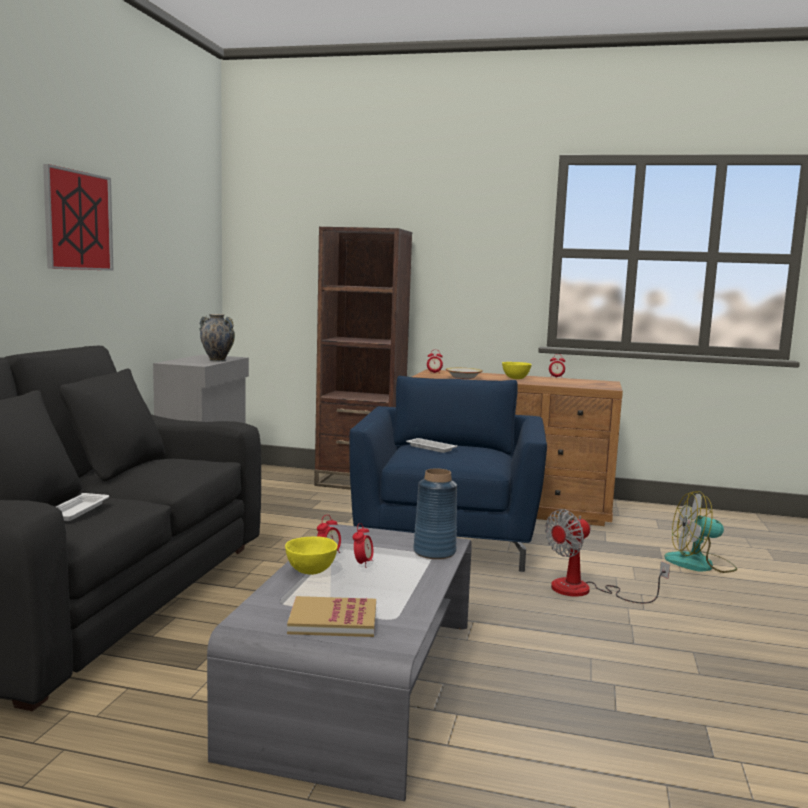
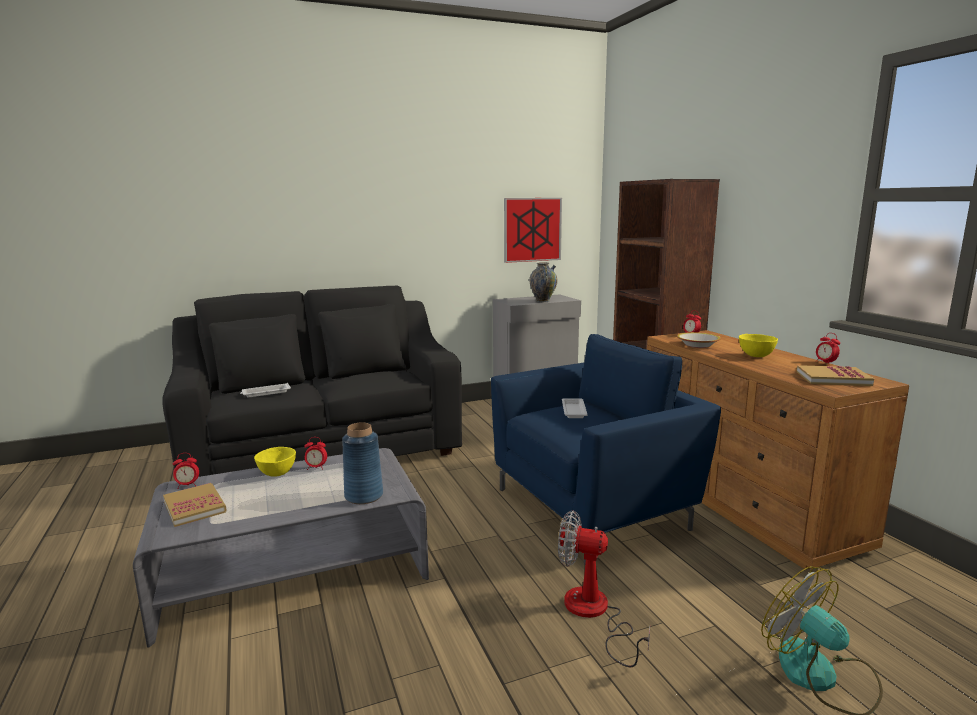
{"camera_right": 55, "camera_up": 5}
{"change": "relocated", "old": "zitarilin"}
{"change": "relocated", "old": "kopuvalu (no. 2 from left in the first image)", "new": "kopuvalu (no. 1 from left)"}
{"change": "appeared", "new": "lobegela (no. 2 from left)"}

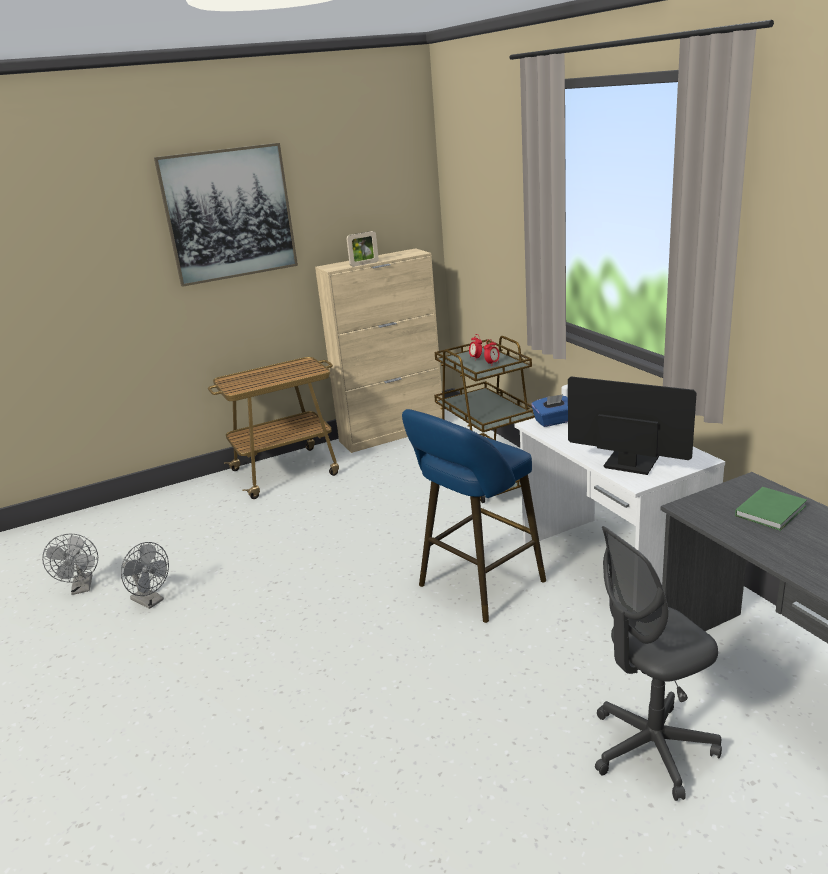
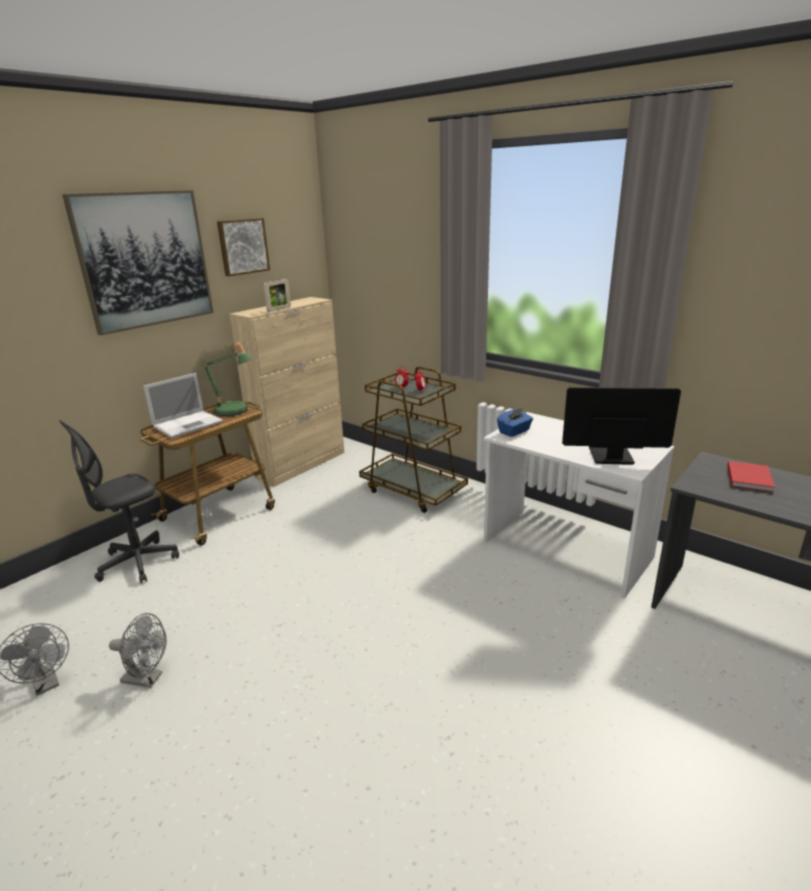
{"camera_right": -25, "camera_up": 0}
{"change": "missing", "old": "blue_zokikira"}
{"change": "colour", "old": "green_lobegela", "new": "red_lobegela"}
{"change": "relocated", "old": "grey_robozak"}
{"change": "appeared", "new": "zitarilin (no. 2 from left)"}
{"change": "appeared", "new": "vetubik"}
{"change": "appeared", "new": "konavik"}

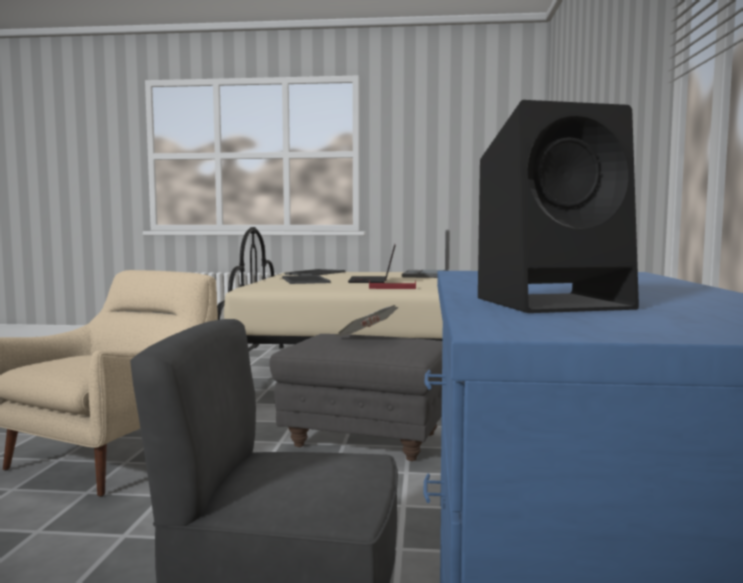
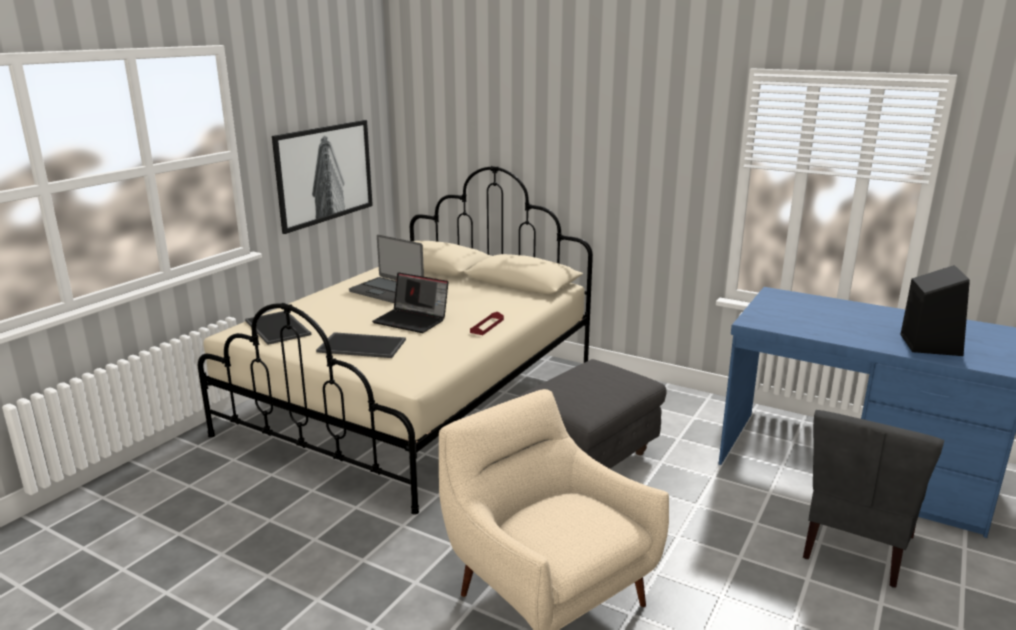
{"camera_right": -65, "camera_up": 15}
{"change": "missing", "old": "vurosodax"}
{"change": "appeared", "new": "zitarilin"}

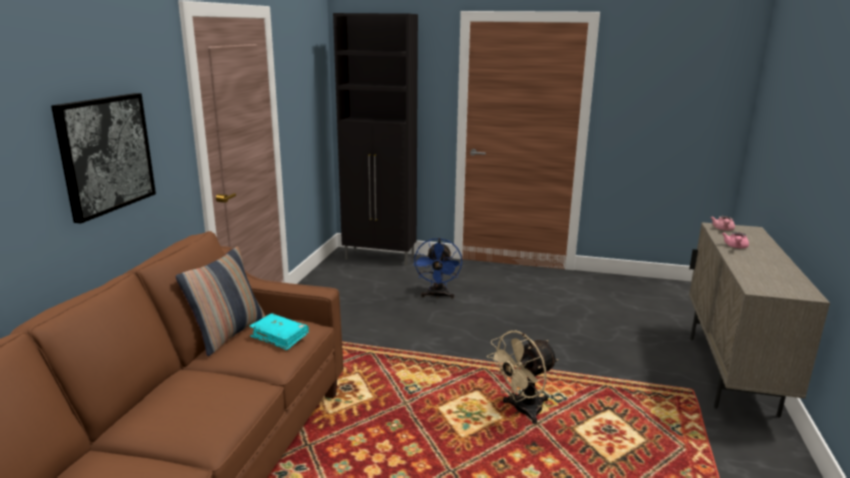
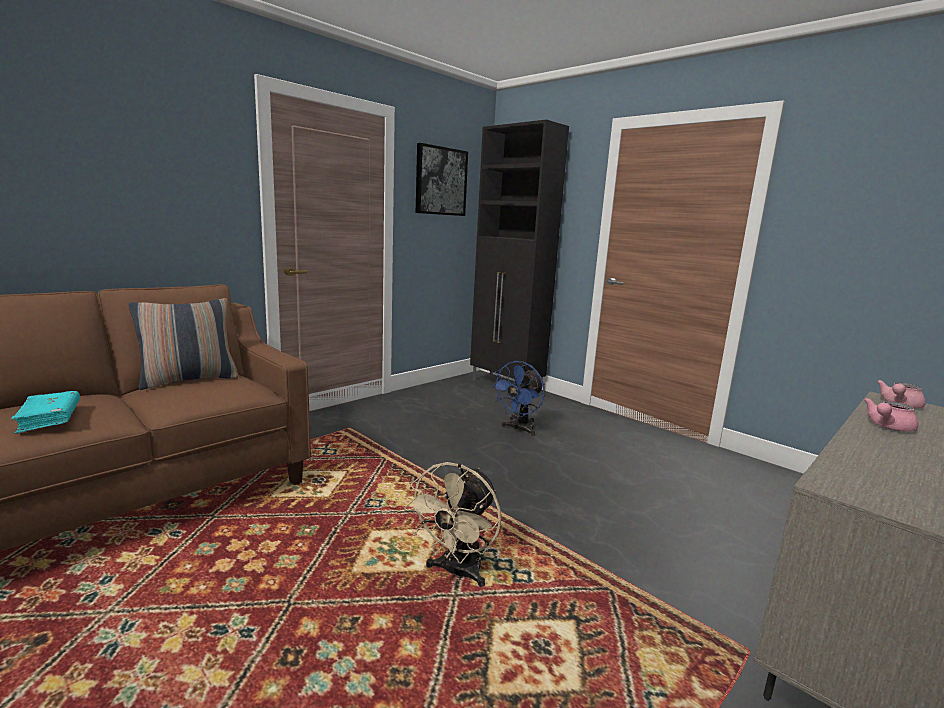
{"camera_right": 30, "camera_up": -5}
{"change": "relocated", "old": "zitarilin"}
{"change": "relocated", "old": "turquoise_lobegela"}
{"change": "spun", "old": "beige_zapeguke", "degrees": -60}

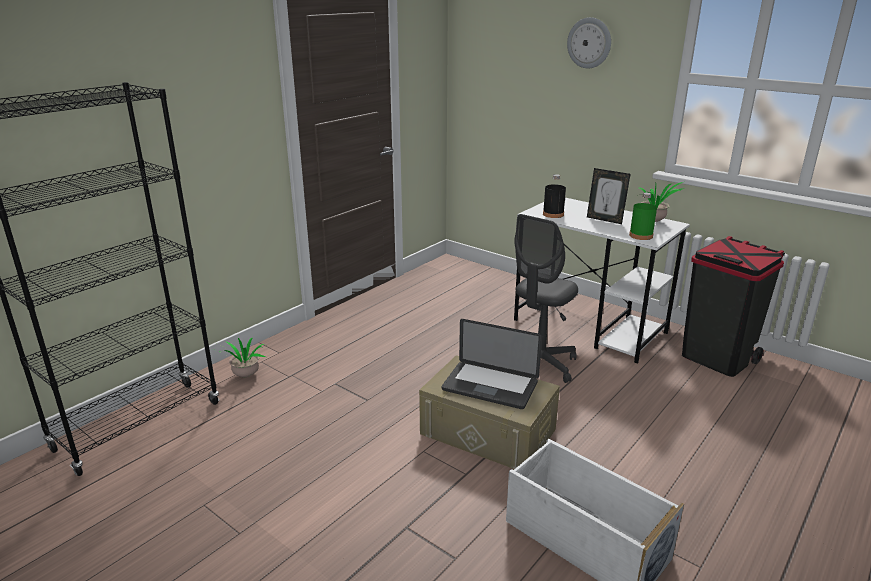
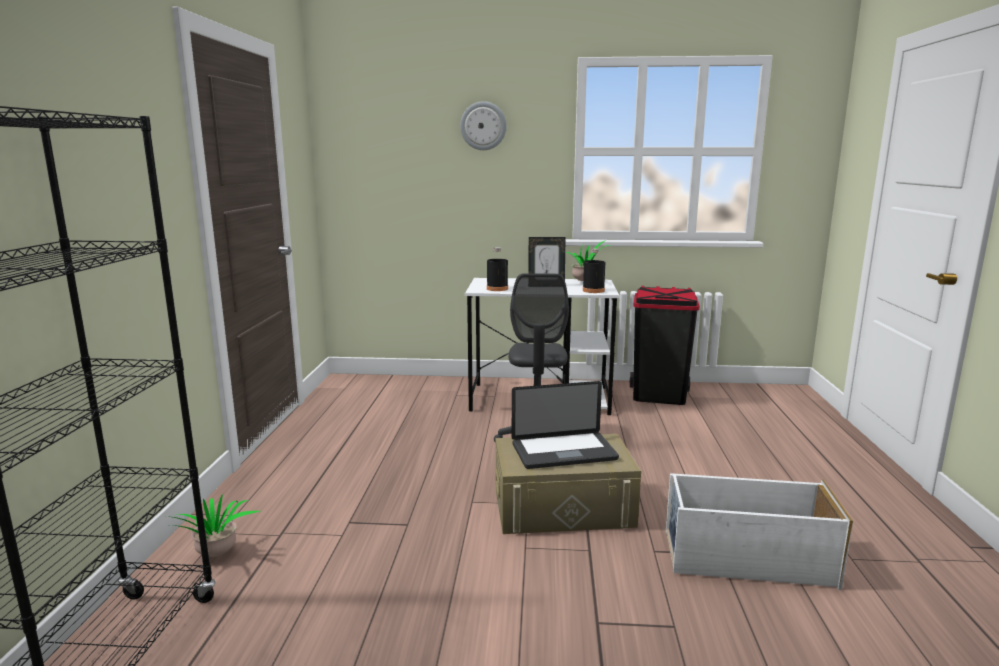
{"camera_right": -35, "camera_up": -10}
{"change": "colour", "old": "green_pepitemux", "new": "black_pepitemux (no. 2 from left)"}

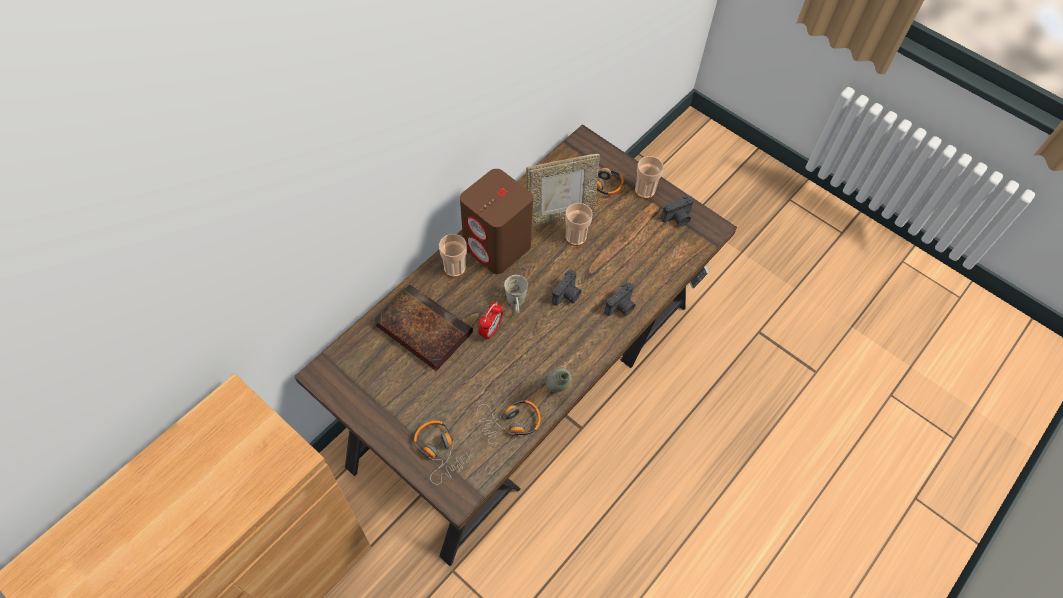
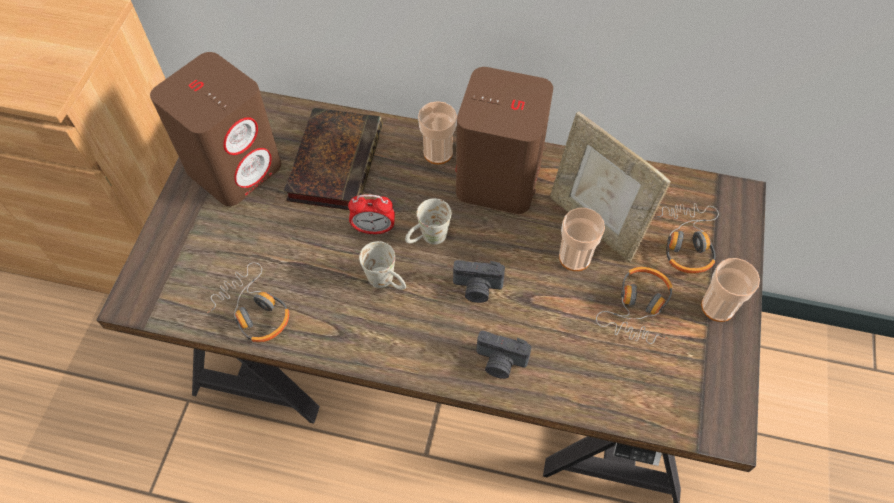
{"camera_right": 65, "camera_up": 0}
{"change": "missing", "old": "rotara (no. 3 from left)"}
{"change": "missing", "old": "grey_pepitemux"}
{"change": "relocated", "old": "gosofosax (no. 1 from left in the first image)", "new": "gosofosax (no. 2 from left)"}
{"change": "appeared", "new": "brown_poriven (no. 1 from left)"}
{"change": "appeared", "new": "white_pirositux (no. 1 from left)"}

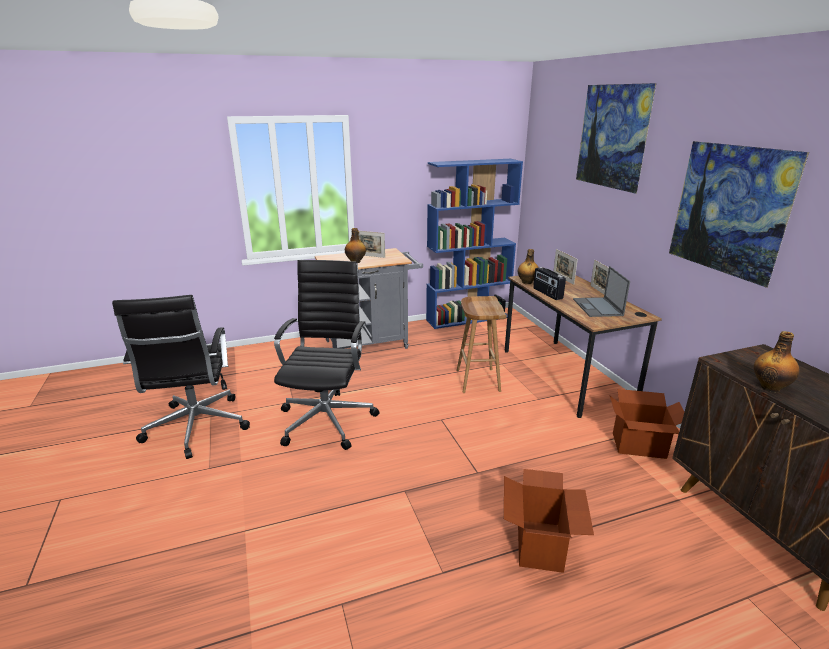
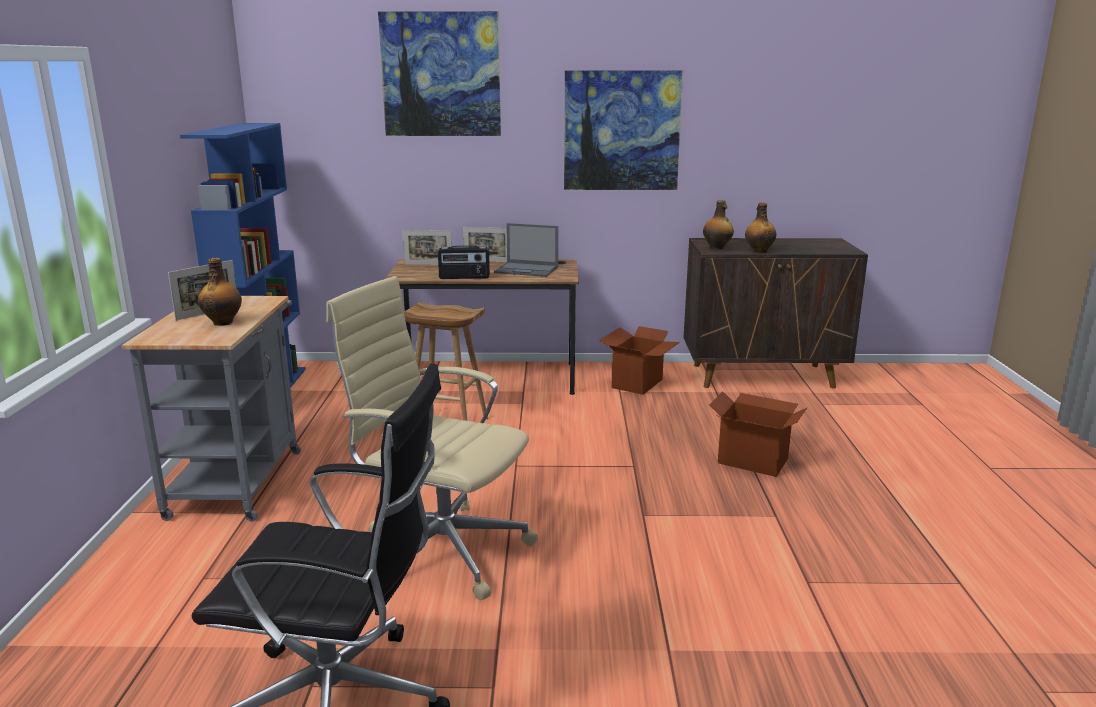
{"camera_right": -70, "camera_up": -5}
{"change": "relocated", "old": "pepitemux (no. 2 from left)"}
{"change": "colour", "old": "black_robozak (no. 2 from left)", "new": "beige_robozak"}

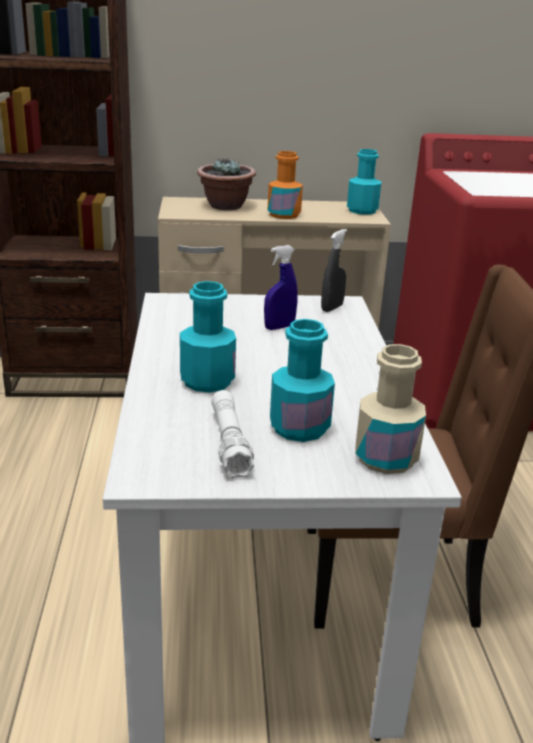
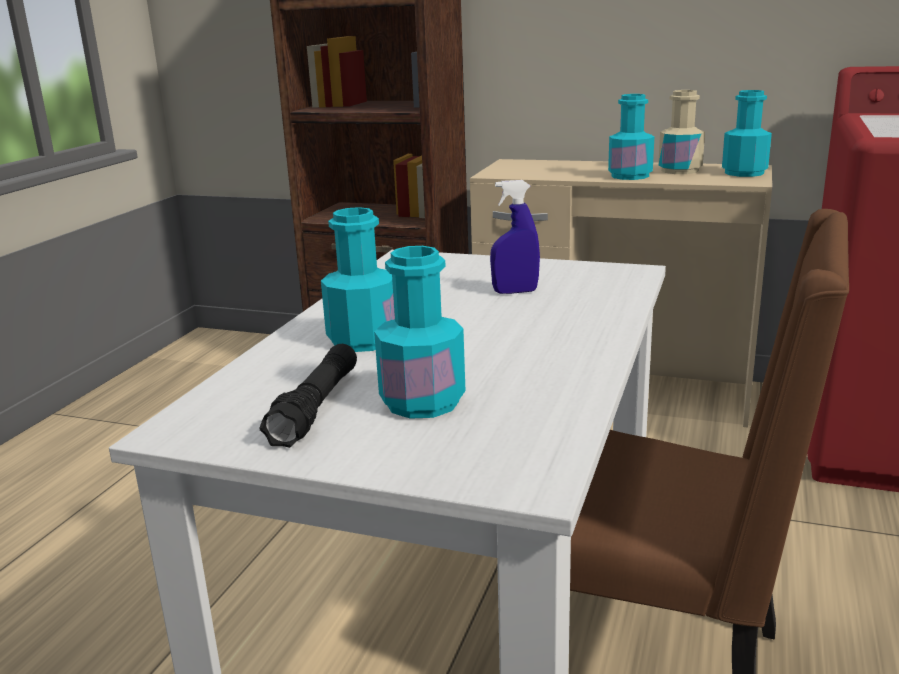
{"camera_right": 25, "camera_up": -5}
{"change": "colour", "old": "orange_pepitemux", "new": "turquoise_pepitemux (no. 3 from left)"}
{"change": "missing", "old": "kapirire"}
{"change": "missing", "old": "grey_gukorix"}
{"change": "relocated", "old": "beige_pepitemux"}
{"change": "colour", "old": "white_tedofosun", "new": "black_tedofosun"}

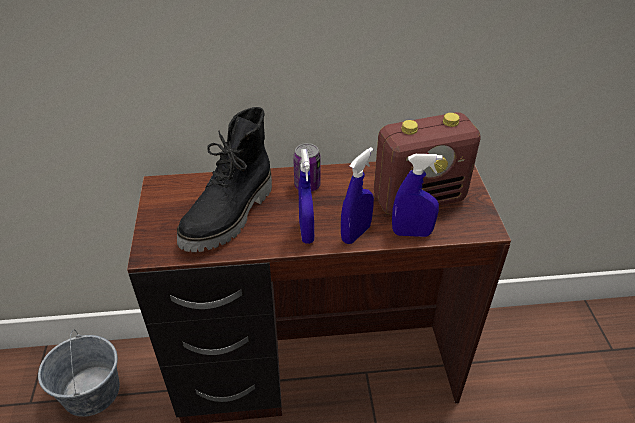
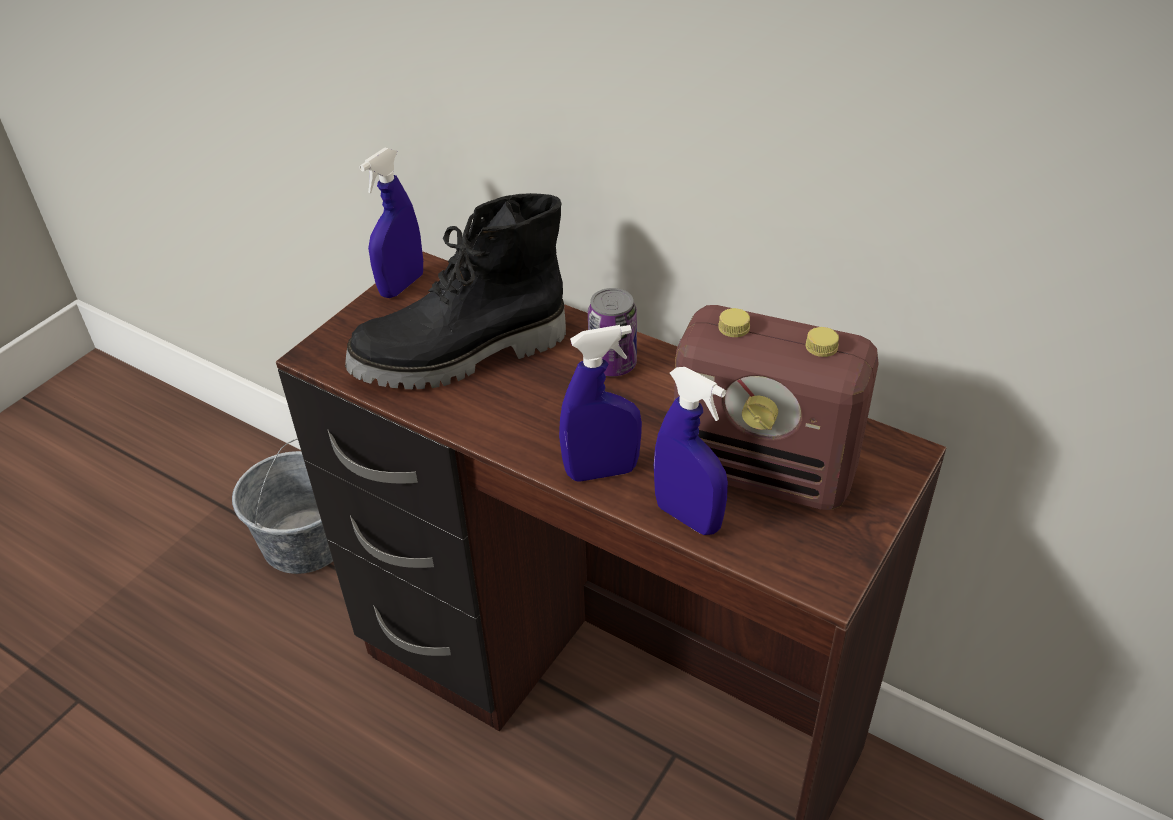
{"camera_right": 40, "camera_up": 0}
{"change": "relocated", "old": "blue_gukorix (no. 1 from left)"}

